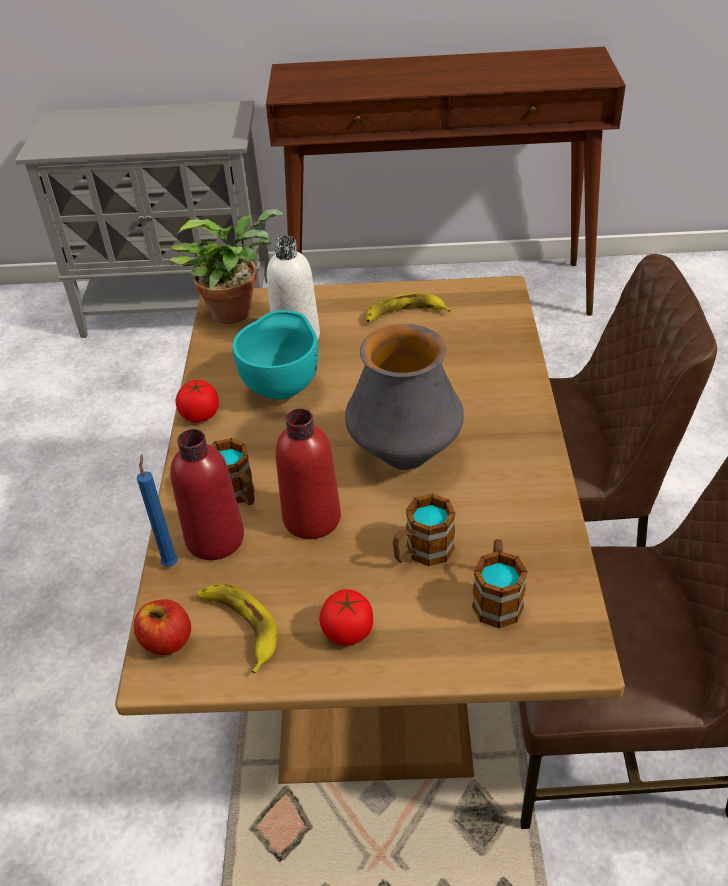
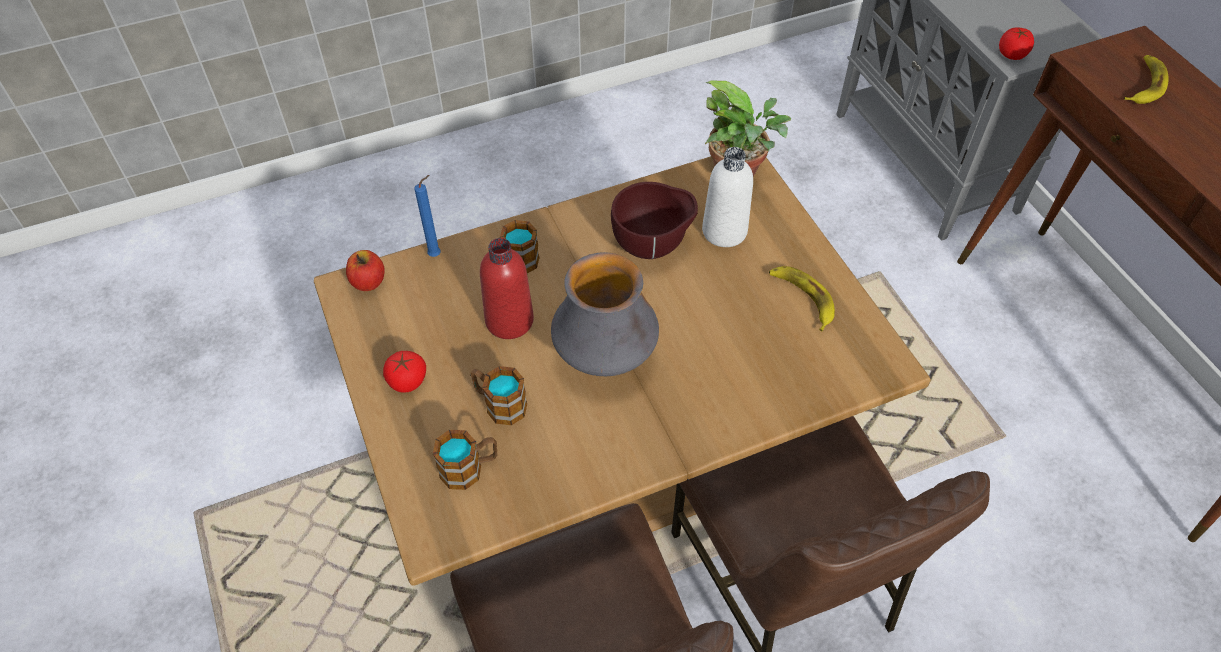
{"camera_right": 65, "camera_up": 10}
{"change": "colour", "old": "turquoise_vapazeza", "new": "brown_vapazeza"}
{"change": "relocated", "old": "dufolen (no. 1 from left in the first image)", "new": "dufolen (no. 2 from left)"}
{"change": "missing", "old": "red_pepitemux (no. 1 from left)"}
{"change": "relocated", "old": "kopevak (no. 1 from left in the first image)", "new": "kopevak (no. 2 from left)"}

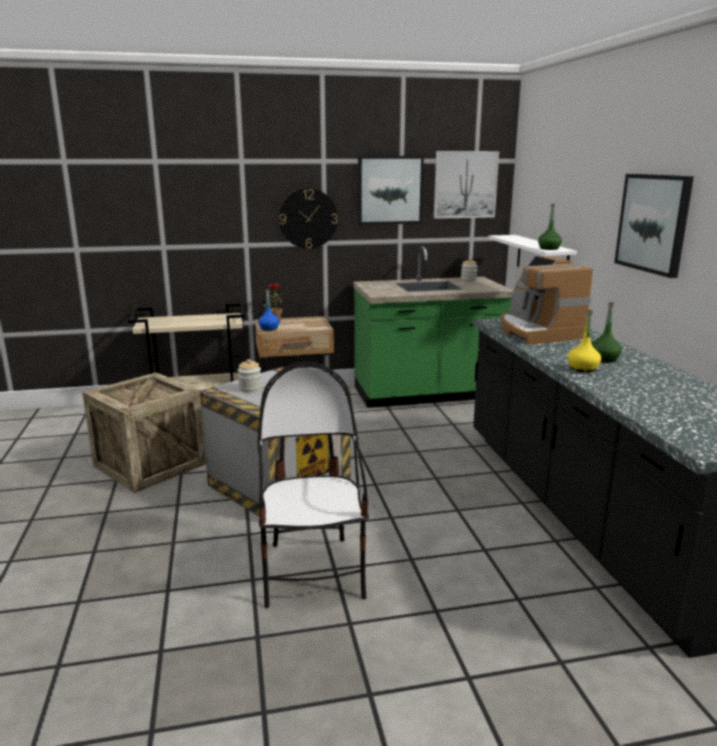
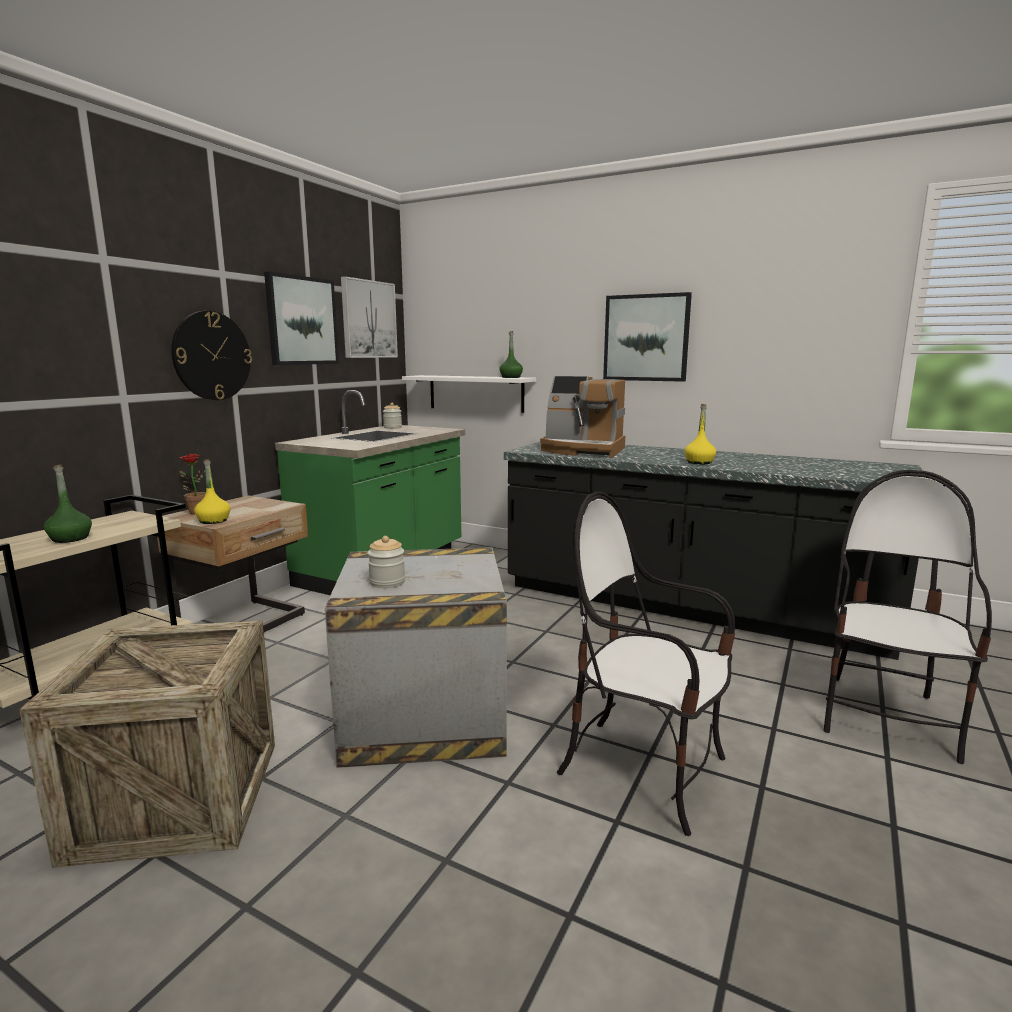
{"camera_right": -50, "camera_up": -5}
{"change": "colour", "old": "blue_pepitemux", "new": "yellow_pepitemux (no. 1 from left)"}
{"change": "relocated", "old": "green_pepitemux (no. 2 from left in the first image)", "new": "green_pepitemux (no. 1 from left)"}
{"change": "appeared", "new": "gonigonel (no. 2 from left)"}

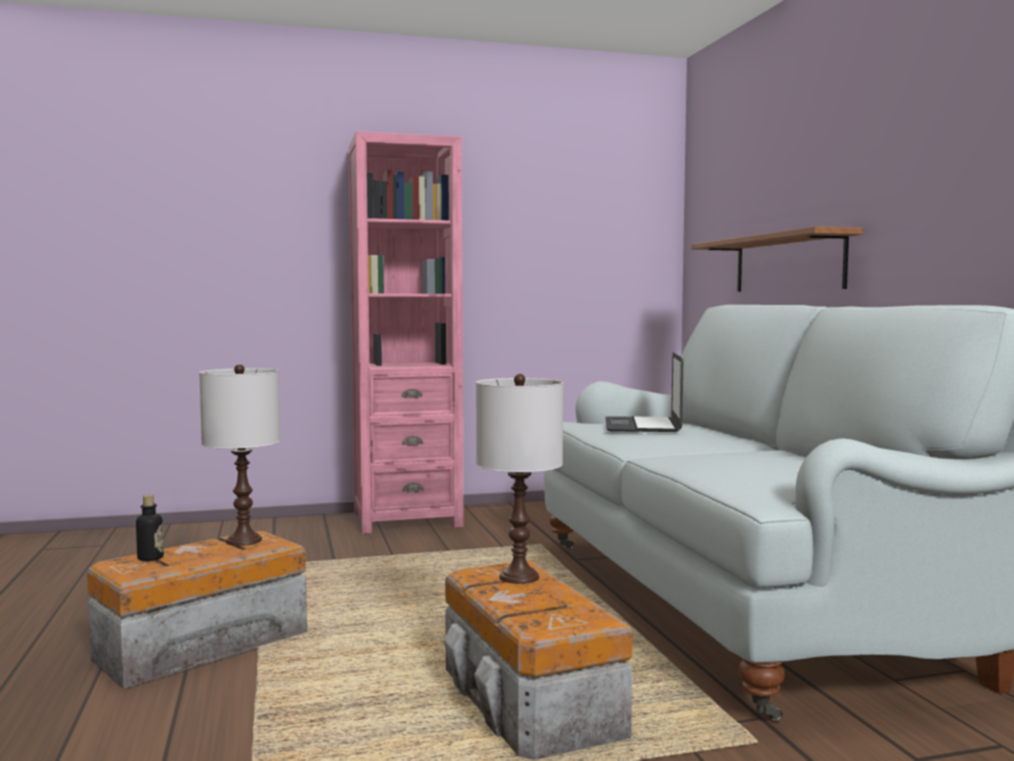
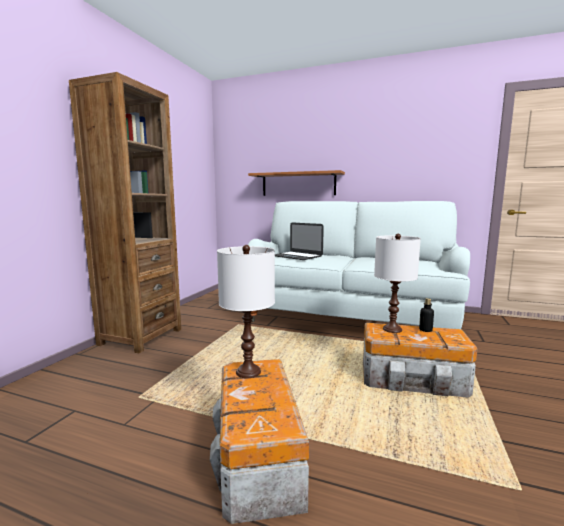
{"camera_right": -55, "camera_up": 5}
{"change": "colour", "old": "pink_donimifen", "new": "brown_donimifen"}
{"change": "relocated", "old": "pepitemux"}

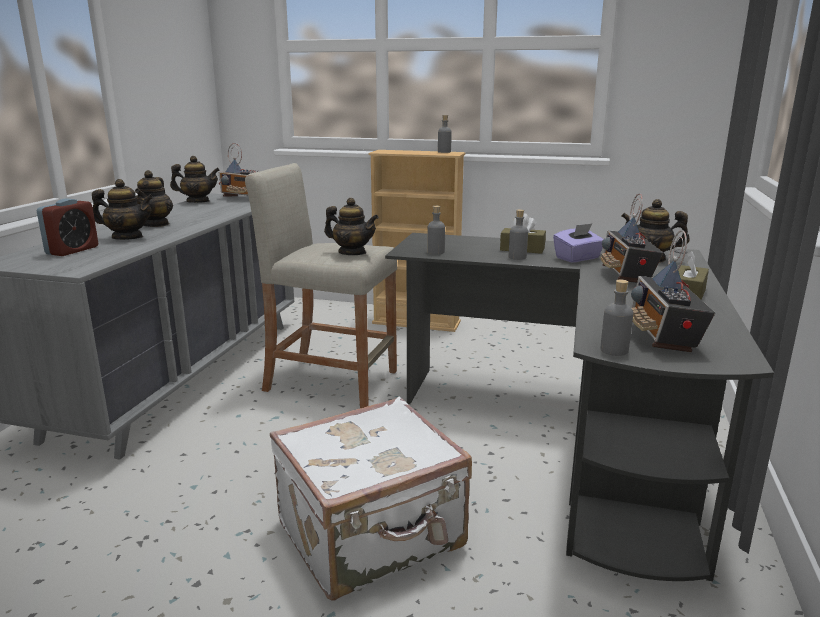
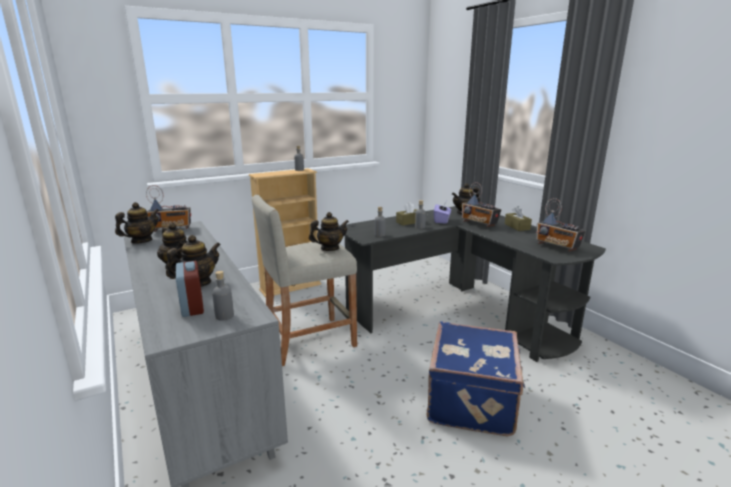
{"camera_right": -45, "camera_up": 0}
{"change": "relocated", "old": "grey_pepitemux (no. 4 from left in the first image)", "new": "grey_pepitemux (no. 1 from left)"}
{"change": "colour", "old": "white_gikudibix", "new": "blue_gikudibix"}

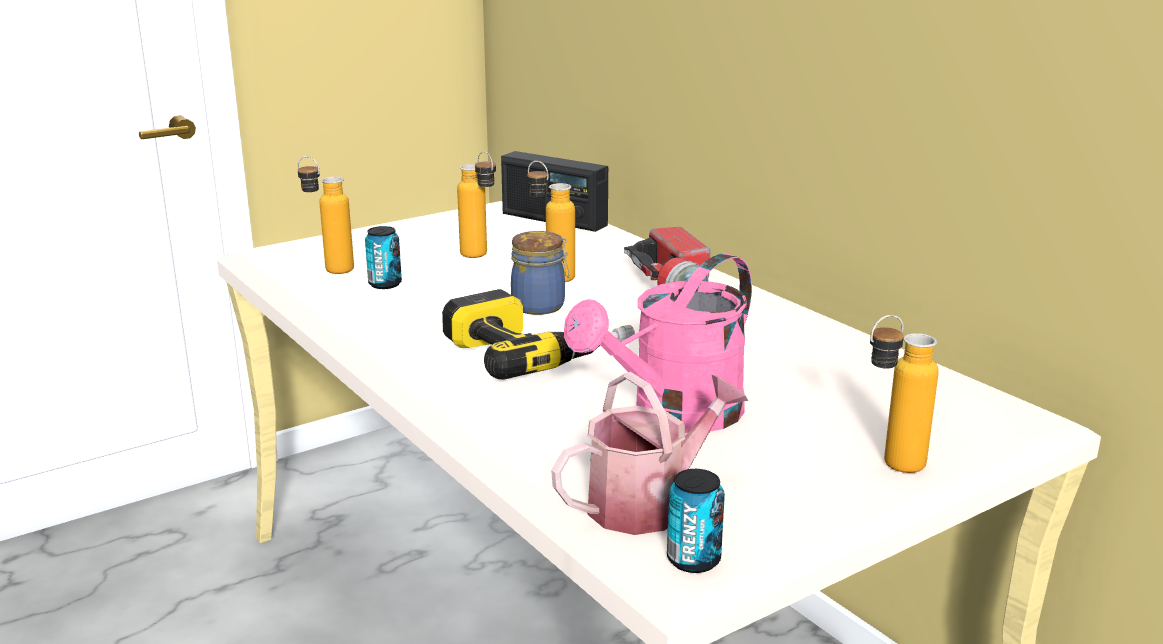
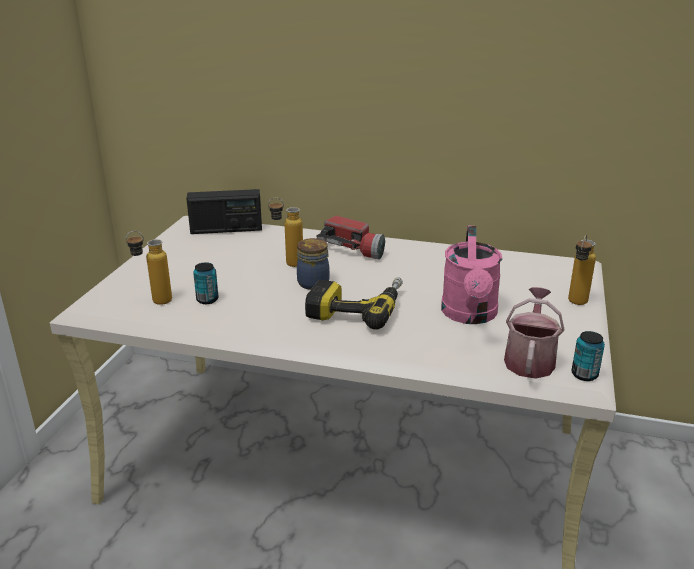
{"camera_right": -40, "camera_up": 5}
{"change": "missing", "old": "pepitemux (no. 2 from left)"}

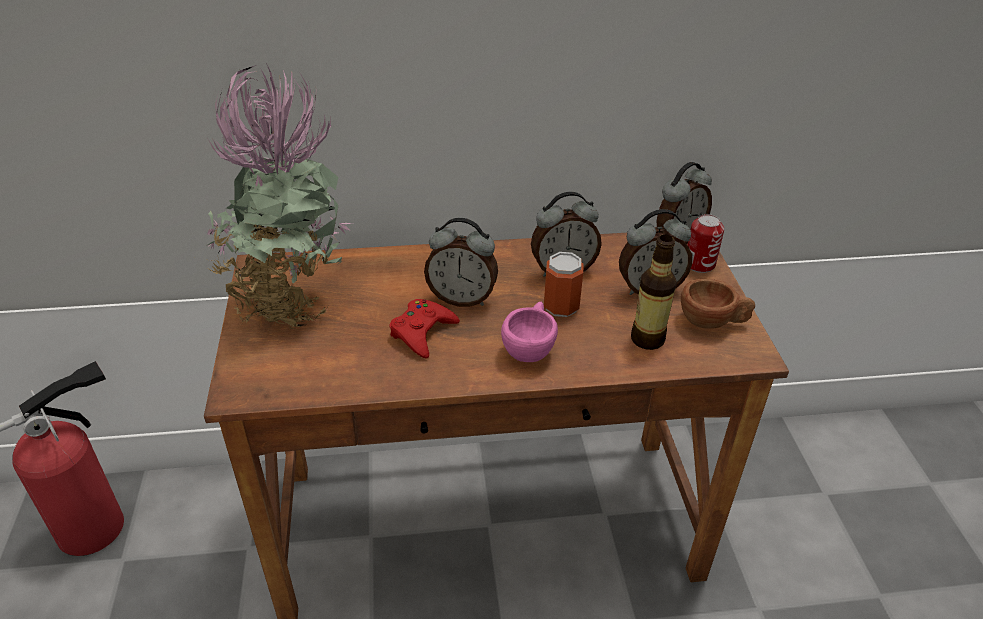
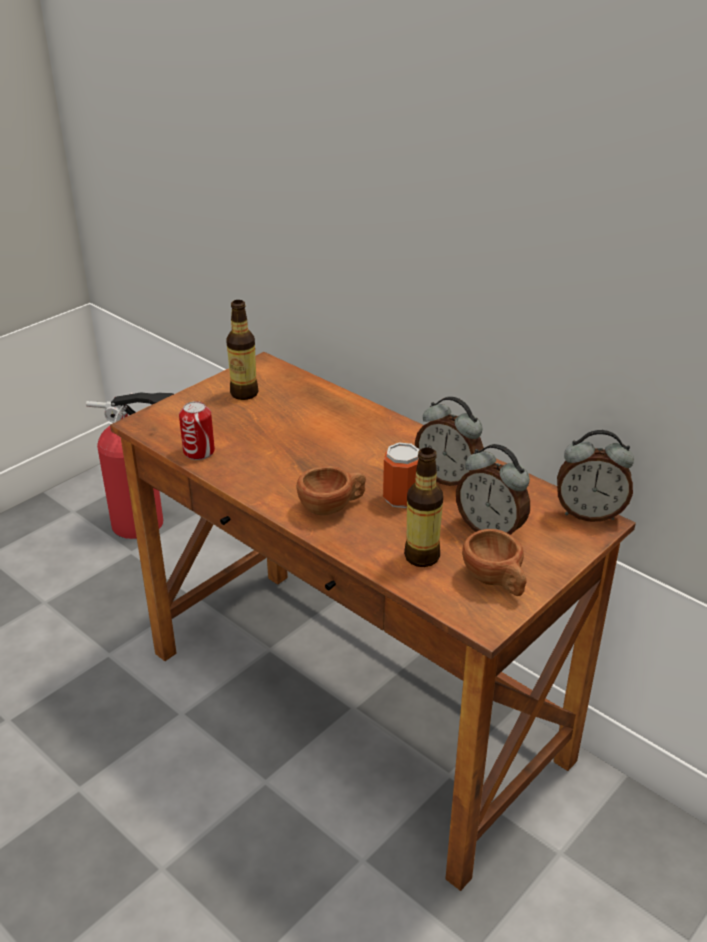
{"camera_right": 50, "camera_up": -5}
{"change": "exchanged", "old": "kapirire", "new": "pepitemux (no. 1 from left)"}
{"change": "relocated", "old": "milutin (no. 2 from left in the first image)", "new": "milutin (no. 1 from left)"}
{"change": "missing", "old": "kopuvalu (no. 1 from left)"}
{"change": "missing", "old": "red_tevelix"}
{"change": "colour", "old": "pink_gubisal", "new": "brown_gubisal (no. 1 from left)"}

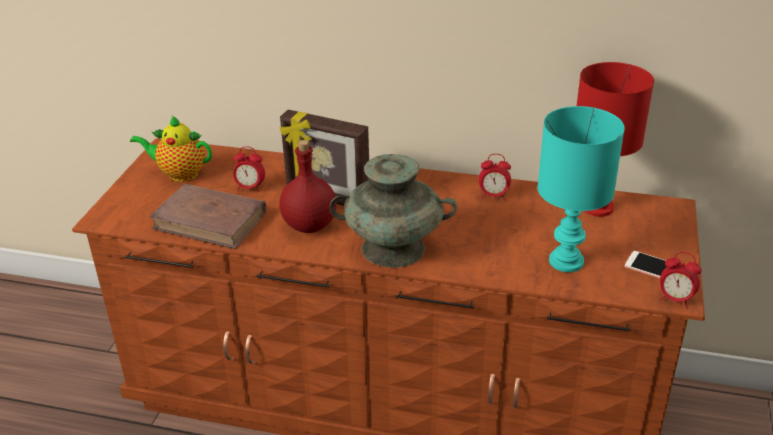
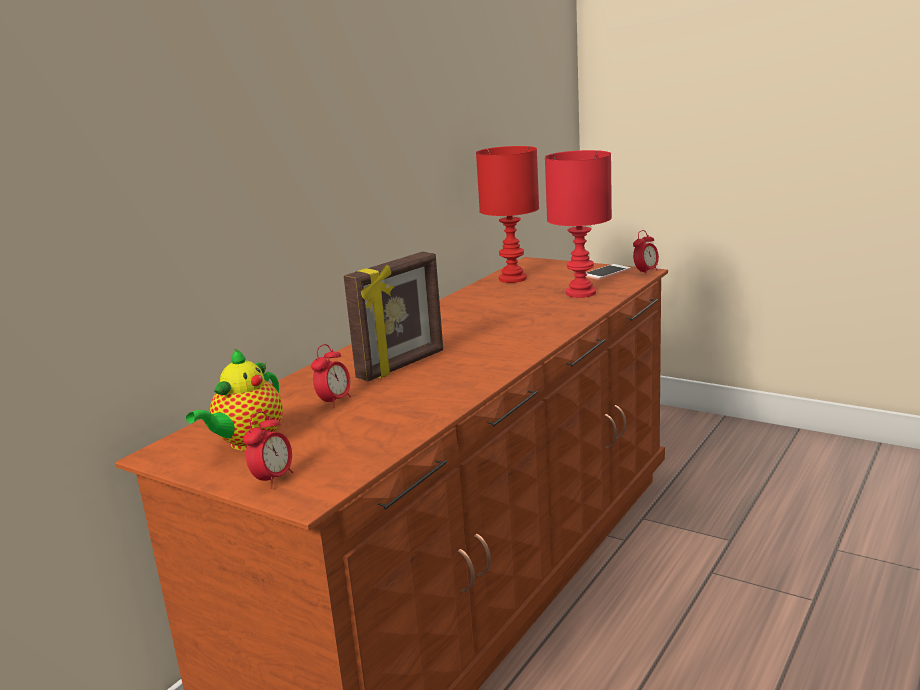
{"camera_right": -70, "camera_up": -15}
{"change": "colour", "old": "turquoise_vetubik", "new": "red_vetubik (no. 2 from left)"}
{"change": "missing", "old": "red_pepitemux"}
{"change": "missing", "old": "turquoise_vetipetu"}
{"change": "relocated", "old": "kopuvalu (no. 2 from left in the first image)", "new": "kopuvalu (no. 1 from left)"}
{"change": "missing", "old": "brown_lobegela"}

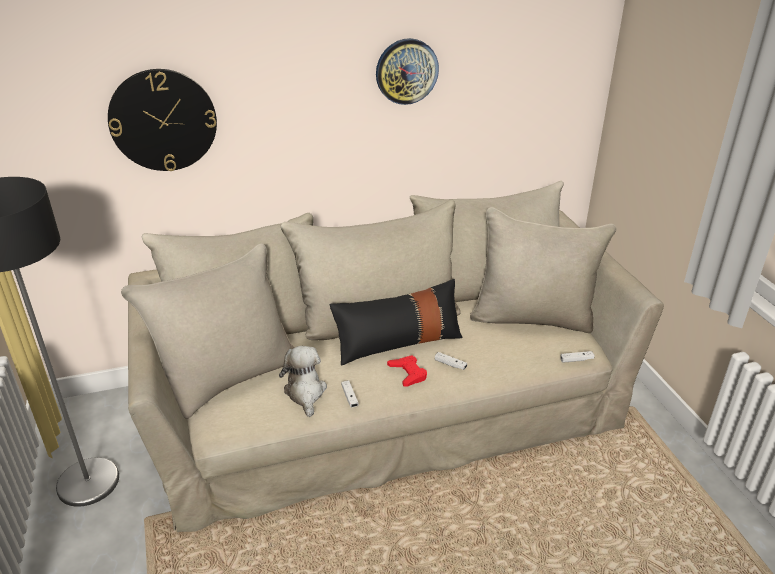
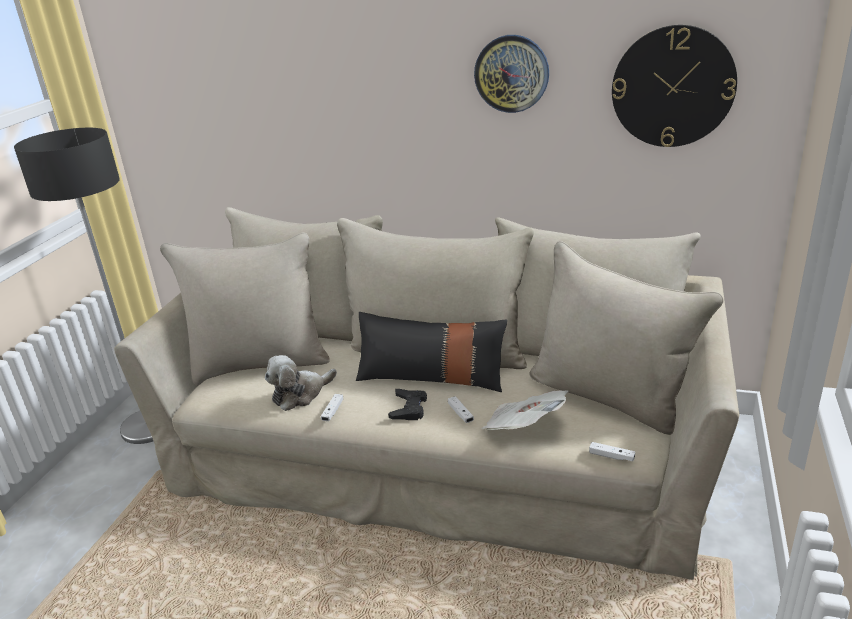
{"camera_right": 35, "camera_up": -5}
{"change": "relocated", "old": "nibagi (no. 1 from left in the first image)", "new": "nibagi (no. 2 from left)"}
{"change": "spun", "old": "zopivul", "degrees": -150}
{"change": "colour", "old": "red_tevelix", "new": "black_tevelix"}
{"change": "appeared", "new": "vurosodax"}

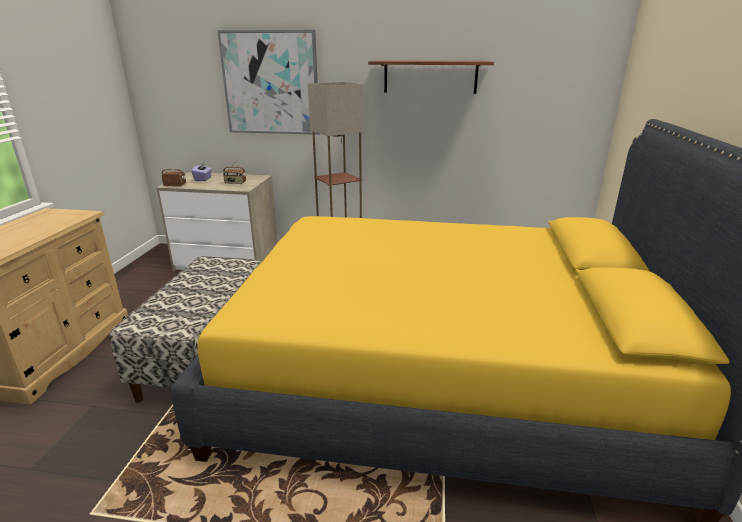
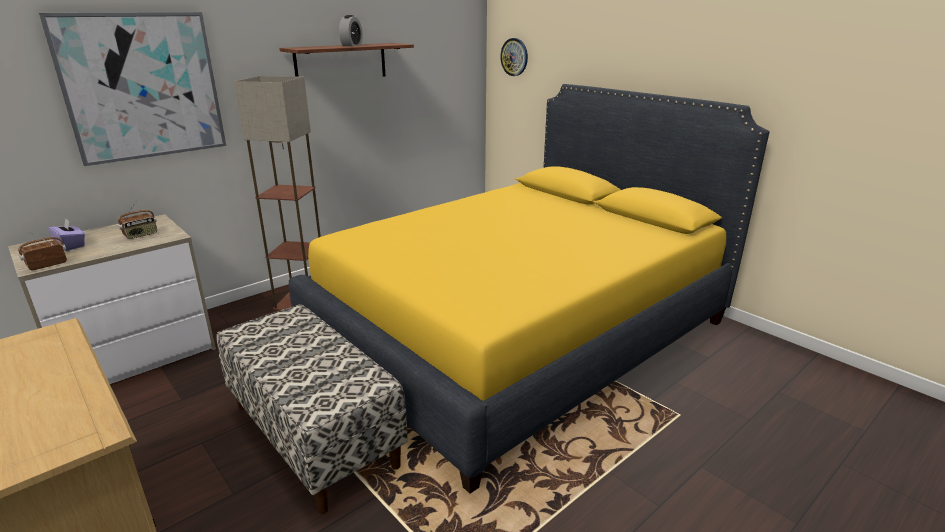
{"camera_right": -50, "camera_up": 0}
{"change": "appeared", "new": "kopuvalu"}
{"change": "appeared", "new": "nibagi"}

